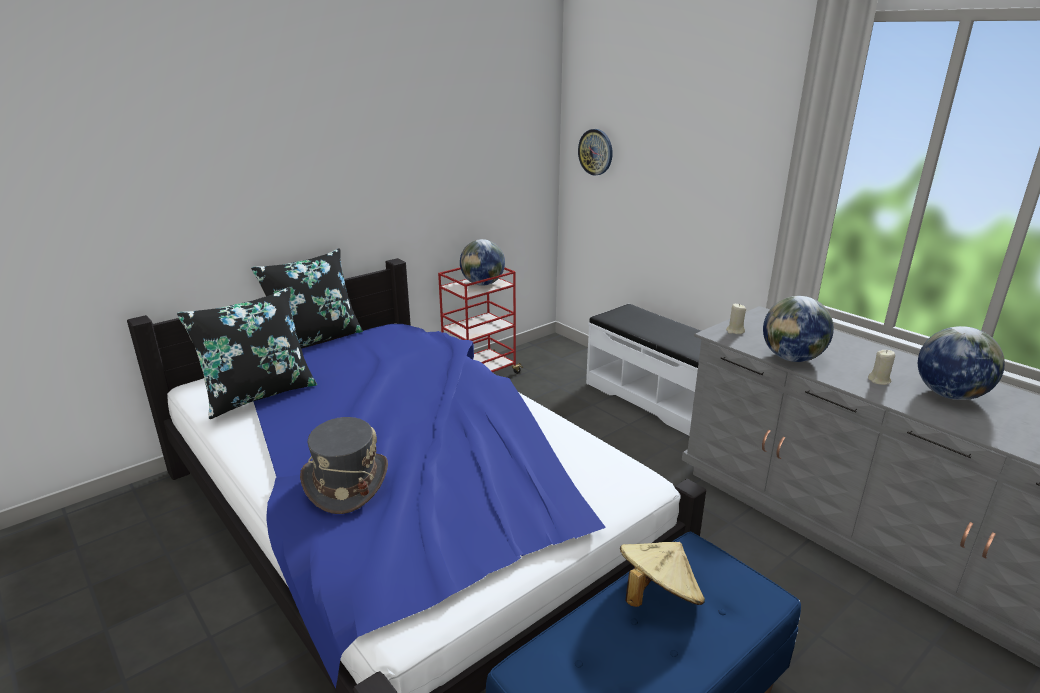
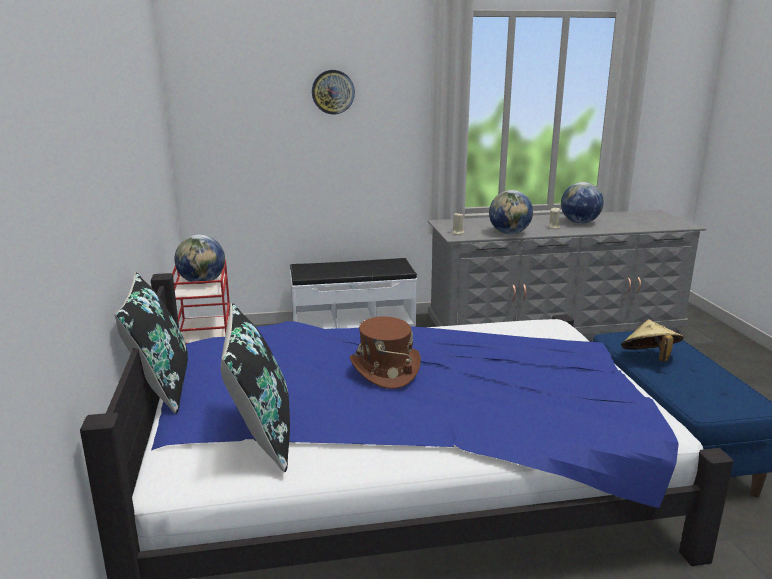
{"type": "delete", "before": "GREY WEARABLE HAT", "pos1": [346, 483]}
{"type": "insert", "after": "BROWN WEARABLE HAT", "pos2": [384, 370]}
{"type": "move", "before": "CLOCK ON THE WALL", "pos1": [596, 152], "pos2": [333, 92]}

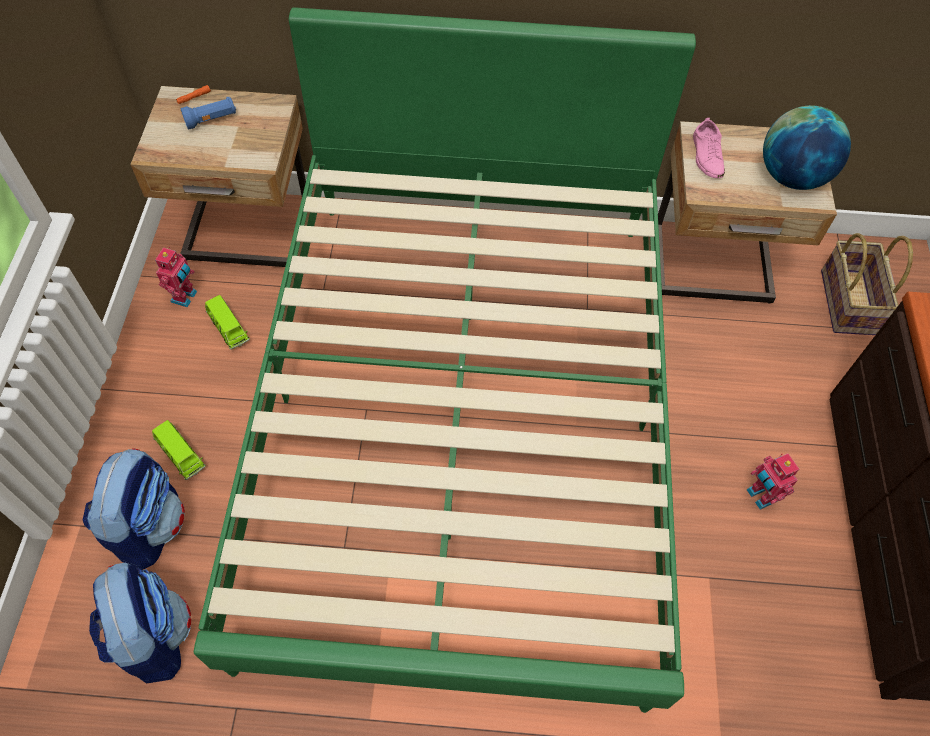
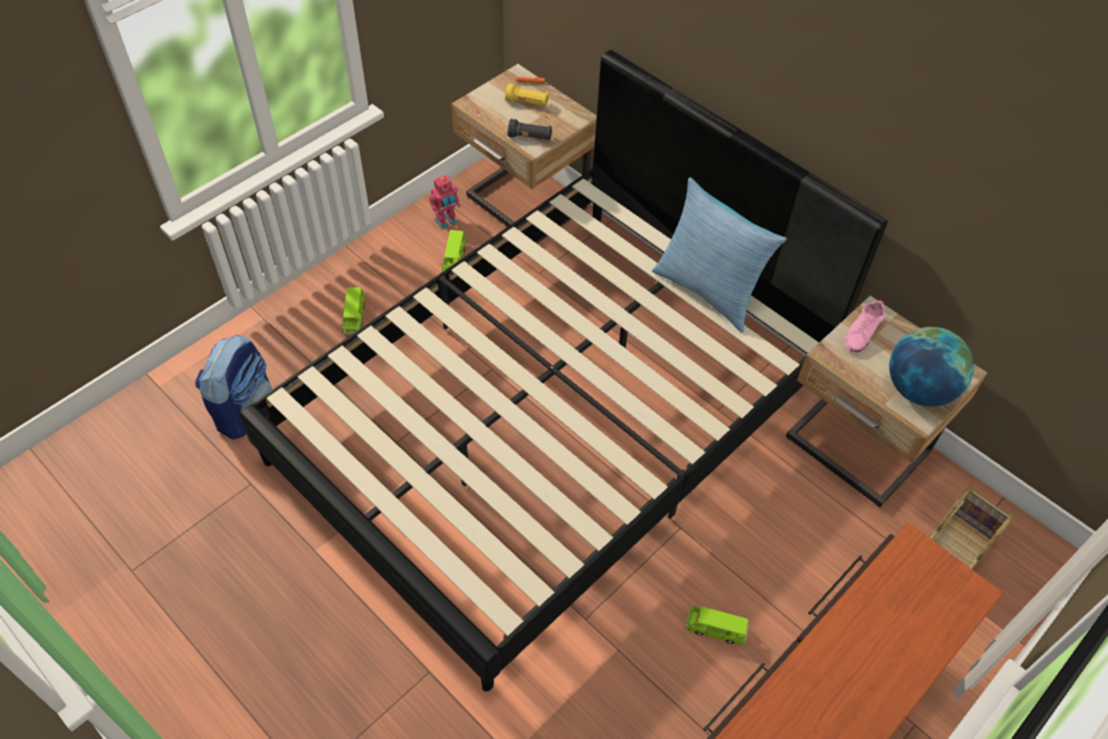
{"type": "delete", "before": "RUCKSACK", "pos1": [150, 526]}
{"type": "insert", "after": "BLACKISH FLASHLIGHT", "pos2": [530, 137]}
{"type": "insert", "after": "CUSHION", "pos2": [708, 290]}
{"type": "replace", "before": "TOY ROBOT", "after": "GREEN-COLOURED TOY CAR", "pos1": [760, 496], "pos2": [715, 629]}
{"type": "recolor", "before": "BLUISH FLASHLIGHT", "after": "YELLOWISH FLASHLIGHT", "pos1": [211, 120], "pos2": [527, 103]}
{"type": "recolor", "before": "GREEN-COLOURED SLEEPING BED", "after": "BLACKISH SLEEPING BED", "pos1": [464, 415], "pos2": [553, 419]}

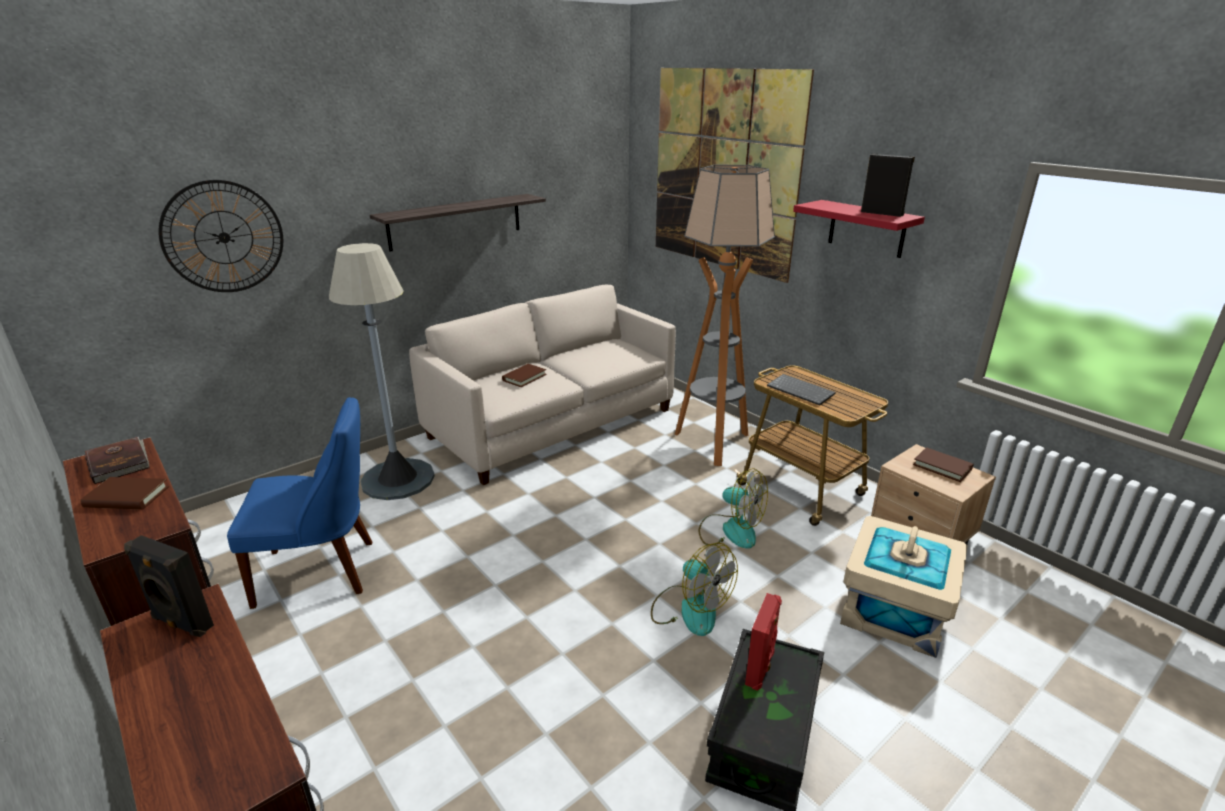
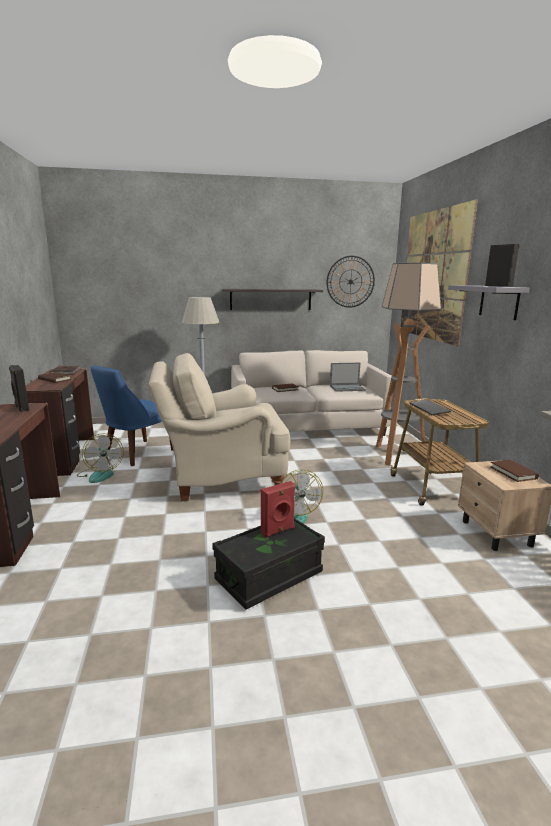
{"type": "delete", "before": "BEIGE STORAGE BIN", "pos1": [895, 612]}
{"type": "insert", "after": "BEIGE LOUNGE CHAIR", "pos2": [221, 479]}
{"type": "insert", "after": "PORTABLE COMPUTER", "pos2": [347, 388]}
{"type": "move", "before": "CLOCK ON THE WALL", "pos1": [224, 237], "pos2": [350, 281]}
{"type": "move", "before": "FAN", "pos1": [730, 530], "pos2": [100, 474]}
{"type": "recolor", "before": "REDDISH SHELF", "after": "GREY SHELF", "pos1": [866, 229], "pos2": [499, 302]}
{"type": "rotate", "before": "BLUISH UPRIGHT CHAIR", "pos1": [322, 572], "pos2": [136, 454], "turn": 105}

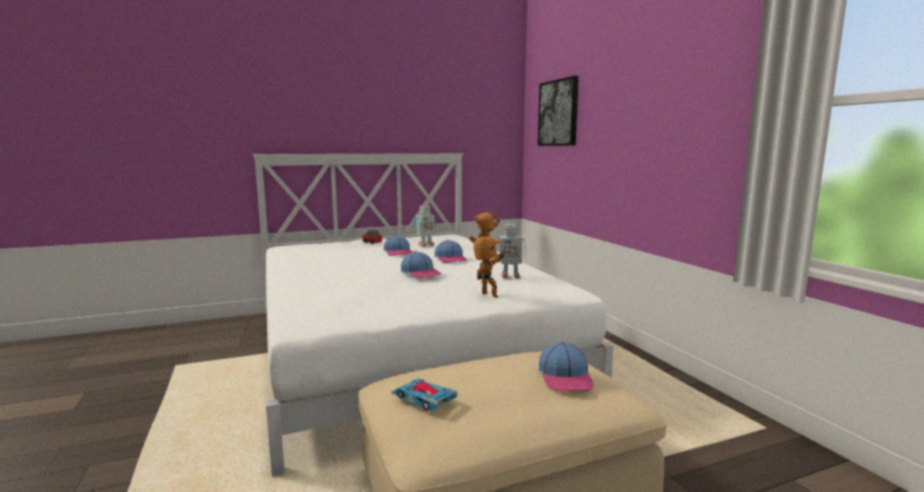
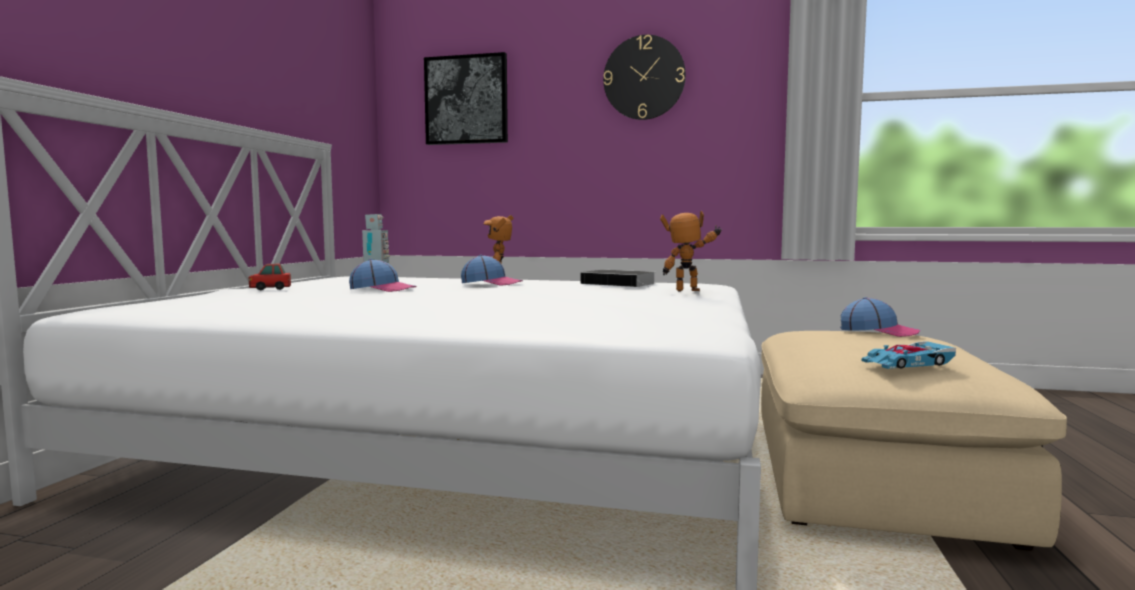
{"type": "delete", "before": "PEAKED CAP", "pos1": [421, 273]}
{"type": "insert", "after": "CLOCK ON THE WALL", "pos2": [644, 78]}
{"type": "replace", "before": "TOY ROBOT", "after": "BOOK", "pos1": [509, 276], "pos2": [620, 283]}

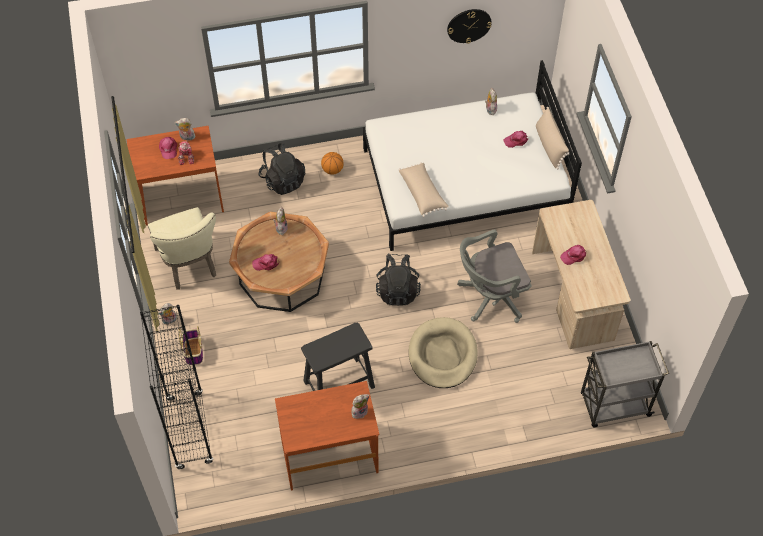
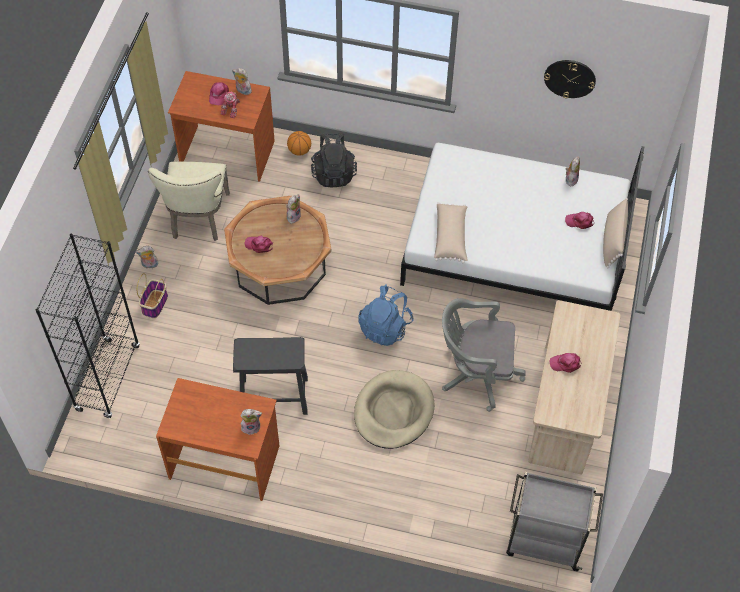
{"type": "move", "before": "BALL FOR BASKETBALL", "pos1": [332, 170], "pos2": [299, 151]}
{"type": "recolor", "before": "BLACKISH RUCKSACK", "after": "BLUISH RUCKSACK", "pos1": [398, 290], "pos2": [385, 327]}

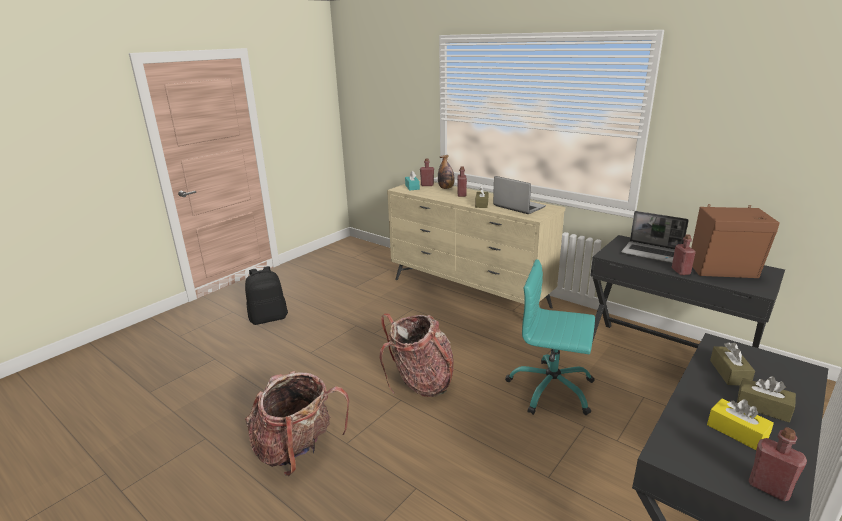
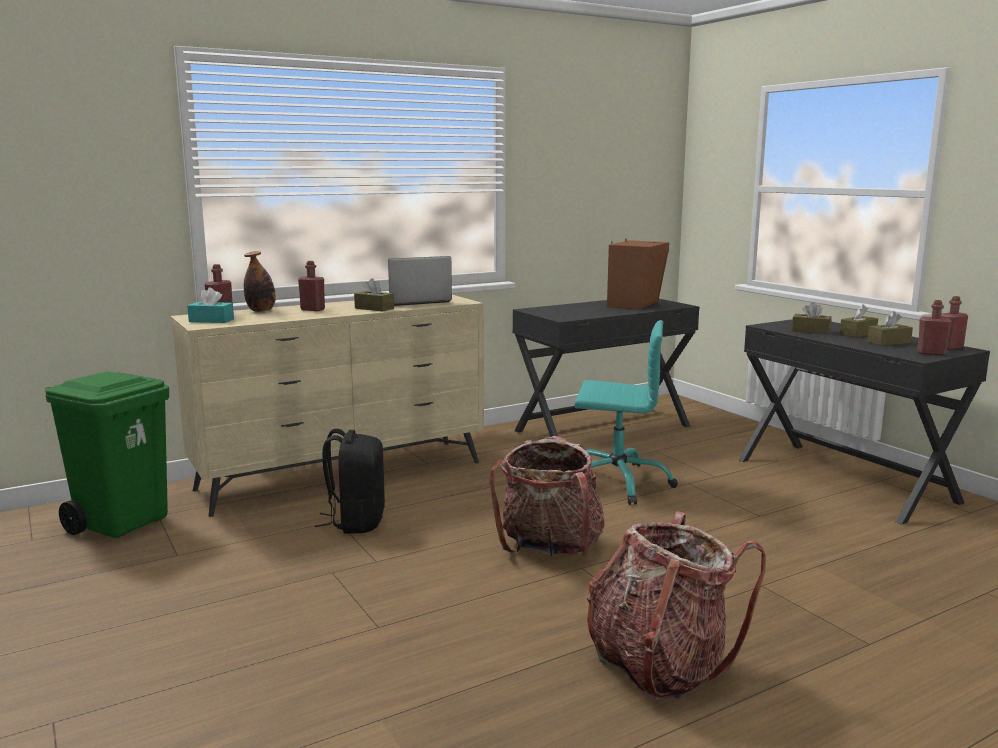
{"type": "delete", "before": "PORTABLE COMPUTER", "pos1": [652, 253]}
{"type": "insert", "after": "GREEN-COLOURED TRASH CAN", "pos2": [123, 522]}
{"type": "move", "before": "BLACKISH RUCKSACK", "pos1": [269, 318], "pos2": [356, 522]}
{"type": "move", "before": "REDDISH BEVERAGE BOTTLE", "pos1": [680, 271], "pos2": [931, 353]}
{"type": "recolor", "before": "YELLOWISH BOX OF TISSUES", "after": "BROWN BOX OF TISSUES", "pos1": [737, 432], "pos2": [889, 342]}
{"type": "rotate", "before": "BLUE-GREEN COMPUTER CHAIR", "pos1": [551, 389], "pos2": [617, 482], "turn": -120}

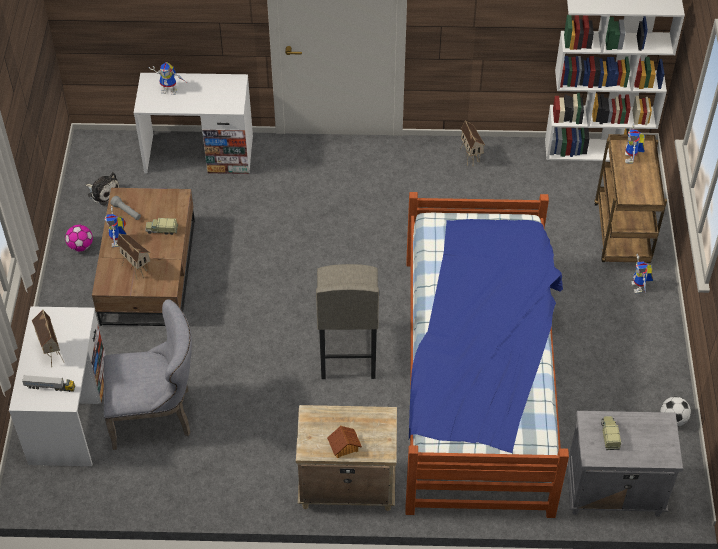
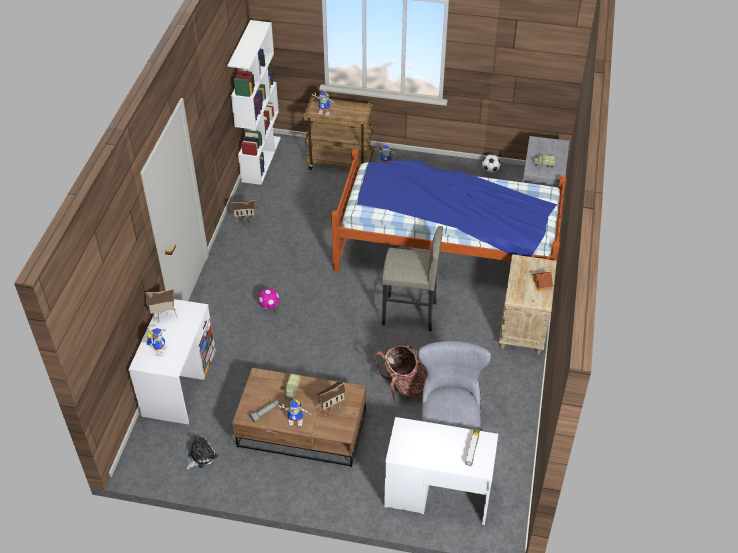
{"type": "insert", "after": "RUCKSACK", "pos2": [405, 387]}
{"type": "move", "before": "MODEL HOUSE", "pos1": [51, 353], "pos2": [164, 317]}
{"type": "move", "before": "FOOTBALL BALL", "pos1": [81, 246], "pos2": [269, 305]}

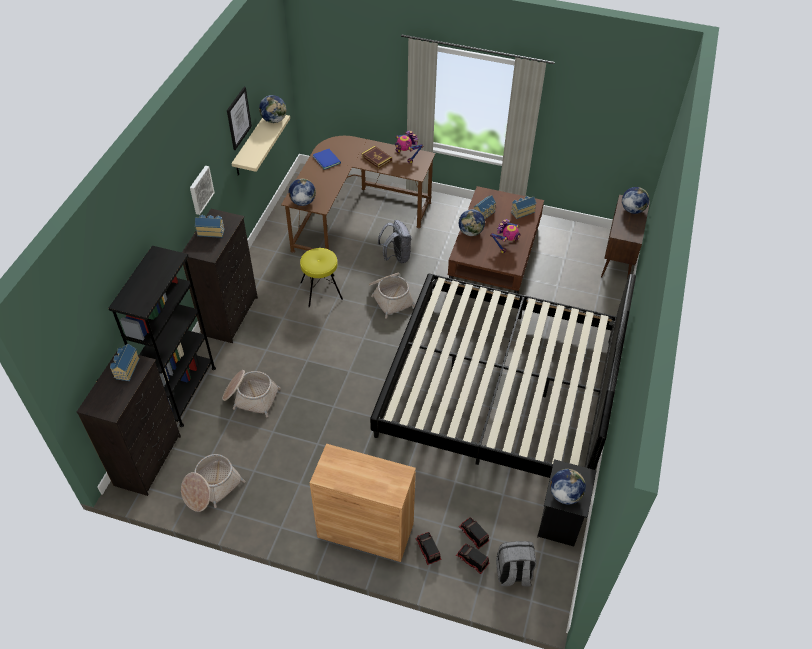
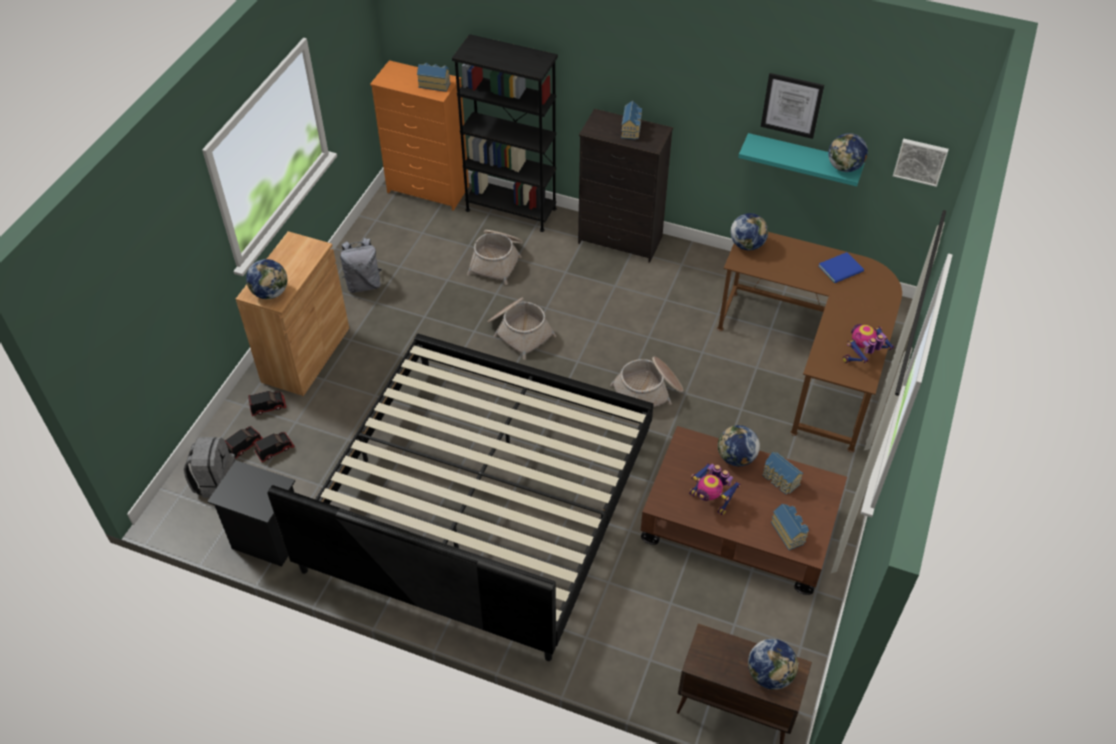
{"type": "delete", "before": "YELLOWISH STOOL SEAT", "pos1": [321, 291]}
{"type": "delete", "before": "BOOK", "pos1": [376, 158]}
{"type": "move", "before": "BASKET", "pos1": [211, 488], "pos2": [519, 332]}
{"type": "move", "before": "WALL ART", "pos1": [200, 189], "pos2": [920, 161]}
{"type": "move", "before": "GREY RUCKSACK", "pos1": [396, 256], "pos2": [363, 284]}
{"type": "move", "before": "GLOBE", "pos1": [565, 494], "pos2": [270, 293]}
{"type": "recolor", "before": "BLACKISH CHEST OF DRAWERS", "after": "ORANGE-COLOURED CHEST OF DRAWERS", "pos1": [149, 460], "pos2": [428, 190]}
{"type": "recolor", "before": "BEIGE SHELF", "after": "BLUE-GREEN SHELF", "pos1": [250, 145], "pos2": [803, 158]}

